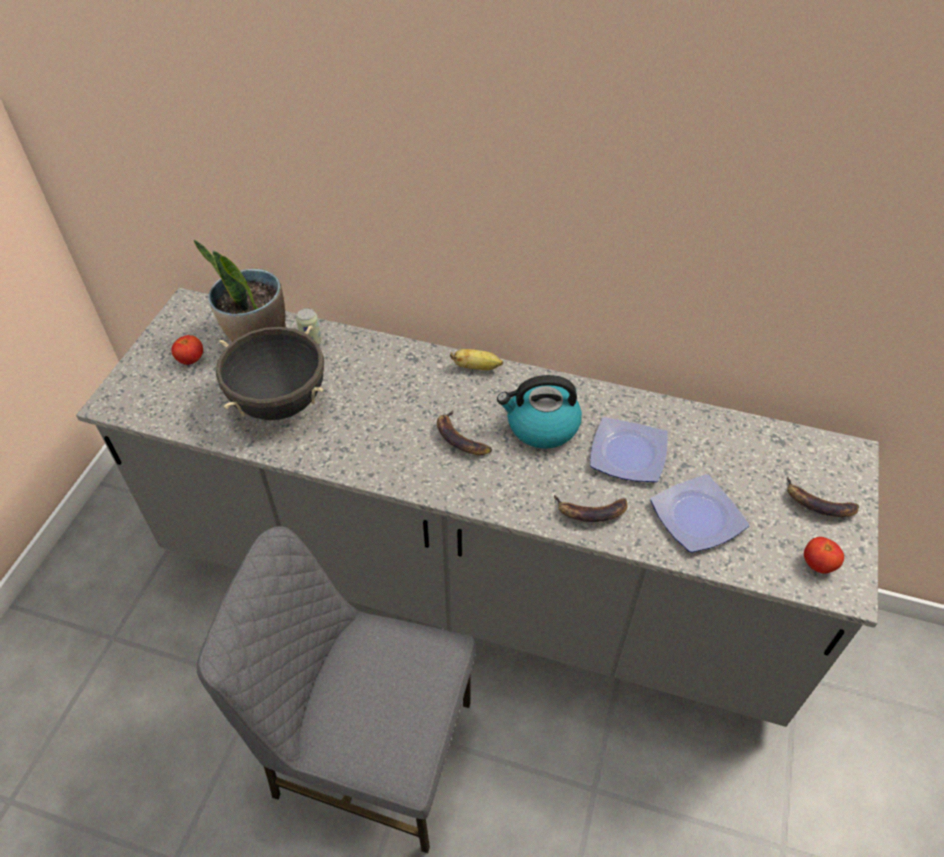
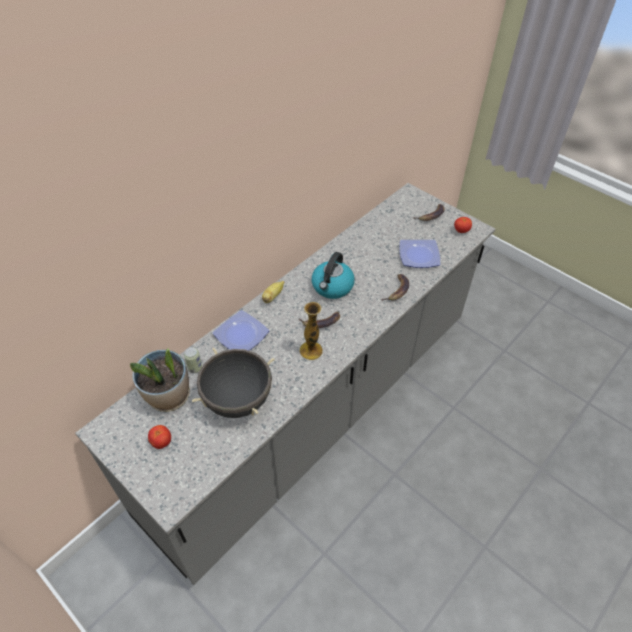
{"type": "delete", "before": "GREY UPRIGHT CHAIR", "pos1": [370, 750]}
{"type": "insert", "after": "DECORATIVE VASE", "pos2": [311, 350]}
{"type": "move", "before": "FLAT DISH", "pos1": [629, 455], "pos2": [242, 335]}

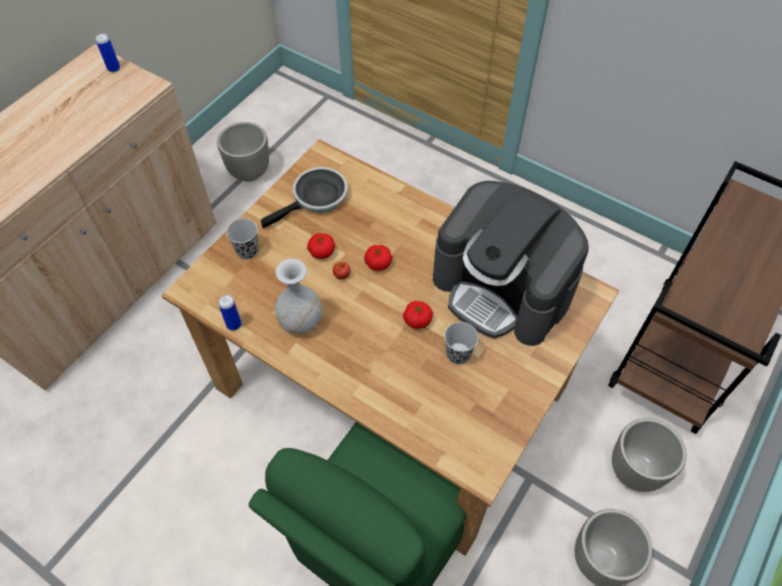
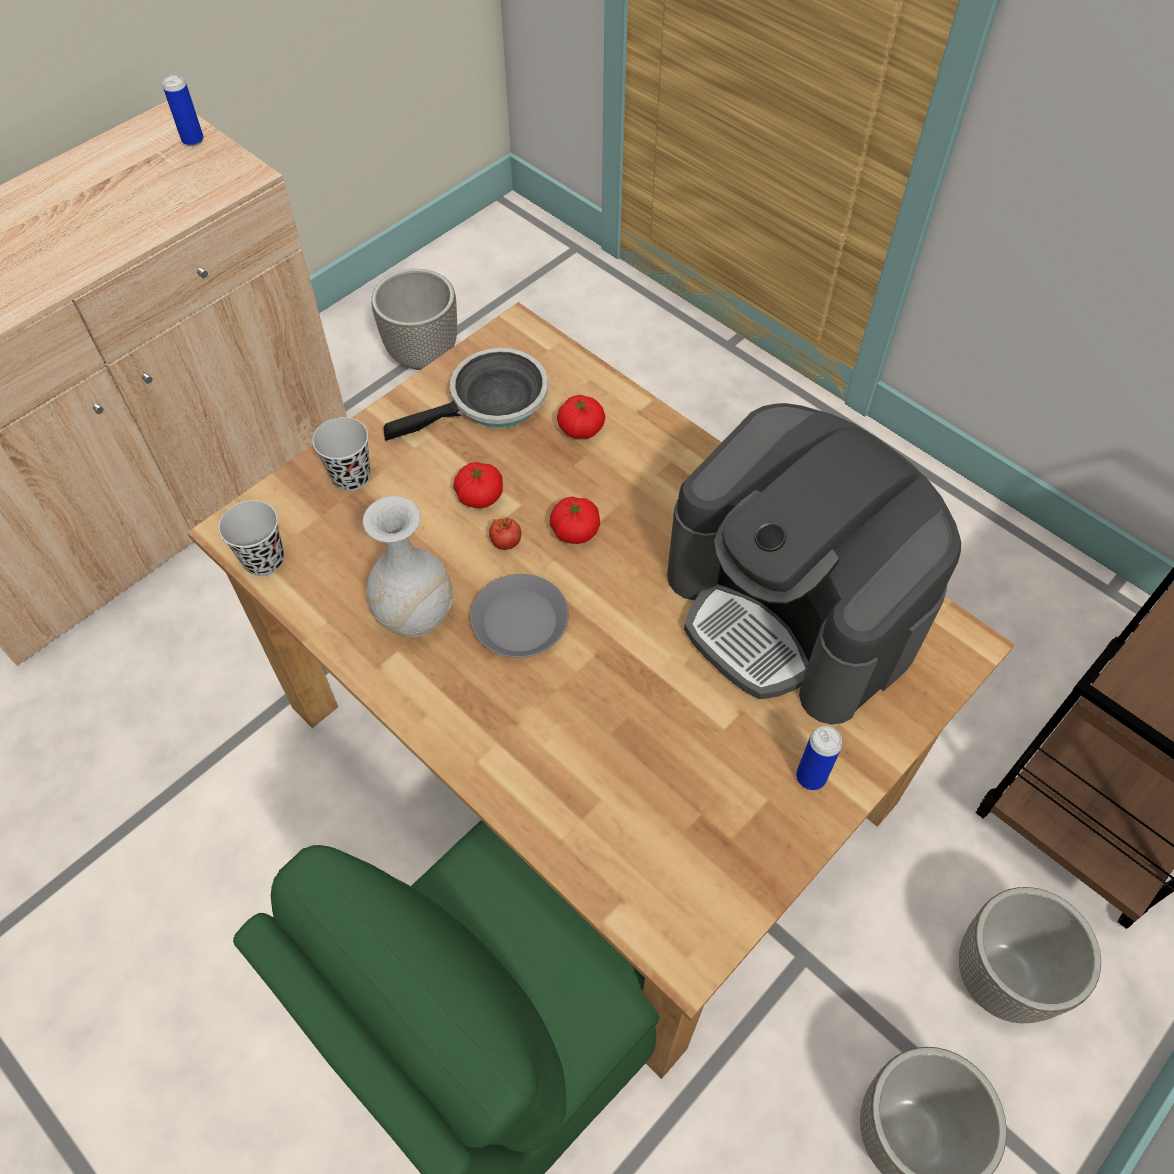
{"type": "insert", "after": "GREY FLAT DISH", "pos2": [519, 621]}
{"type": "move", "before": "CAN", "pos1": [234, 324], "pos2": [810, 777]}
{"type": "move", "before": "FRESH TOMATO", "pos1": [417, 320], "pos2": [581, 428]}
{"type": "move", "before": "BLACKISH SMALL CUP", "pos1": [458, 354], "pos2": [264, 560]}

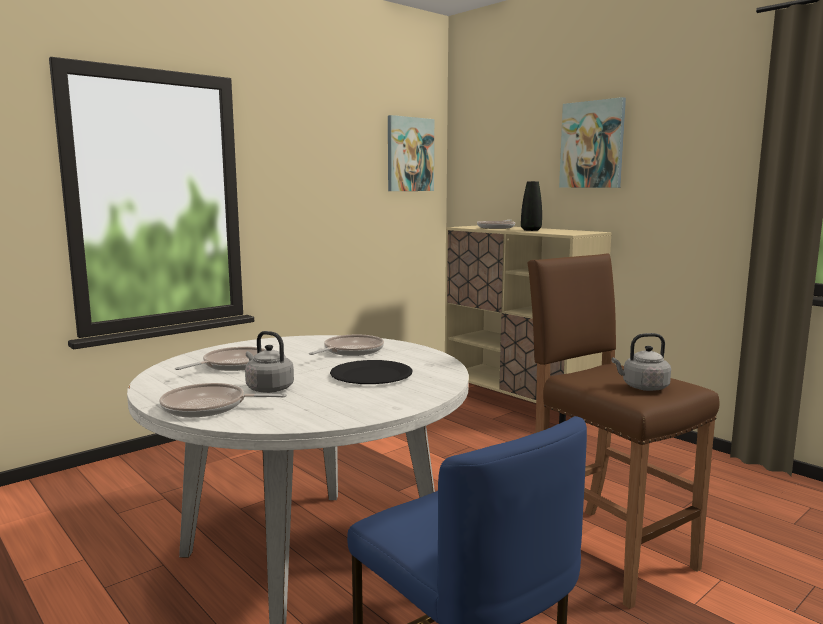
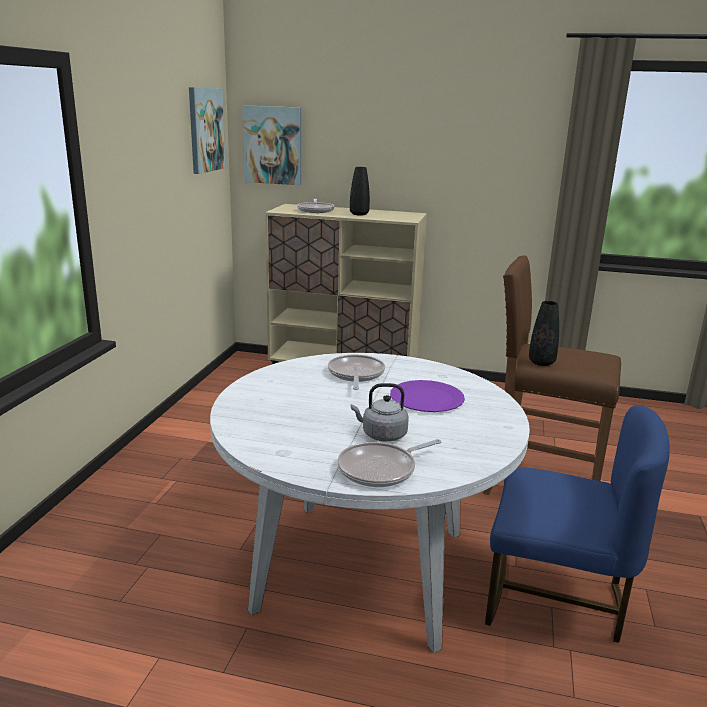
{"type": "delete", "before": "SKILLET", "pos1": [233, 365]}
{"type": "delete", "before": "GREY KETTLE", "pos1": [642, 387]}
{"type": "insert", "after": "BLACKISH DECORATIVE VASE", "pos2": [541, 362]}
{"type": "move", "before": "WALL ART", "pos1": [592, 144], "pos2": [273, 145]}
{"type": "recolor", "before": "BLACKISH FLAT DISH", "after": "PURPLISH FLAT DISH", "pos1": [371, 375], "pos2": [426, 398]}

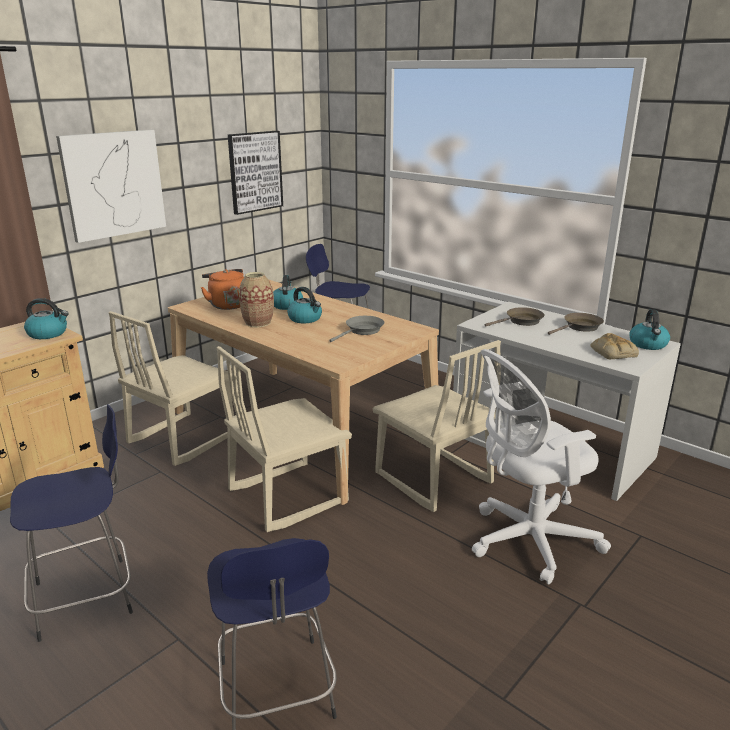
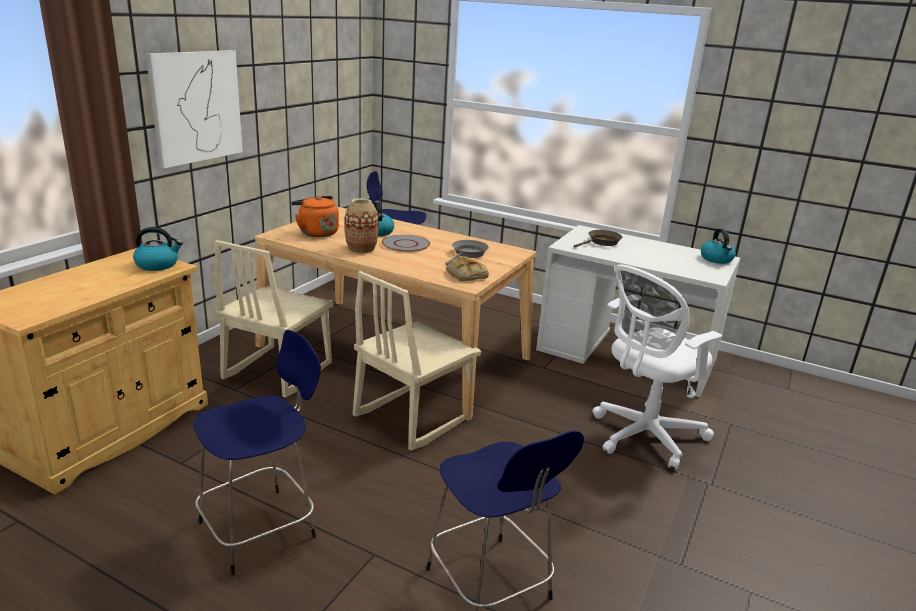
{"type": "delete", "before": "WALL ART", "pos1": [255, 171]}
{"type": "delete", "before": "BEIGE UPRIGHT CHAIR", "pos1": [432, 479]}
{"type": "delete", "before": "BROWN SKILLET", "pos1": [580, 327]}
{"type": "move", "before": "BREAD", "pos1": [612, 352], "pos2": [465, 274]}
{"type": "replace", "before": "KETTLE", "after": "GREY FLAT DISH", "pos1": [305, 319], "pos2": [405, 244]}

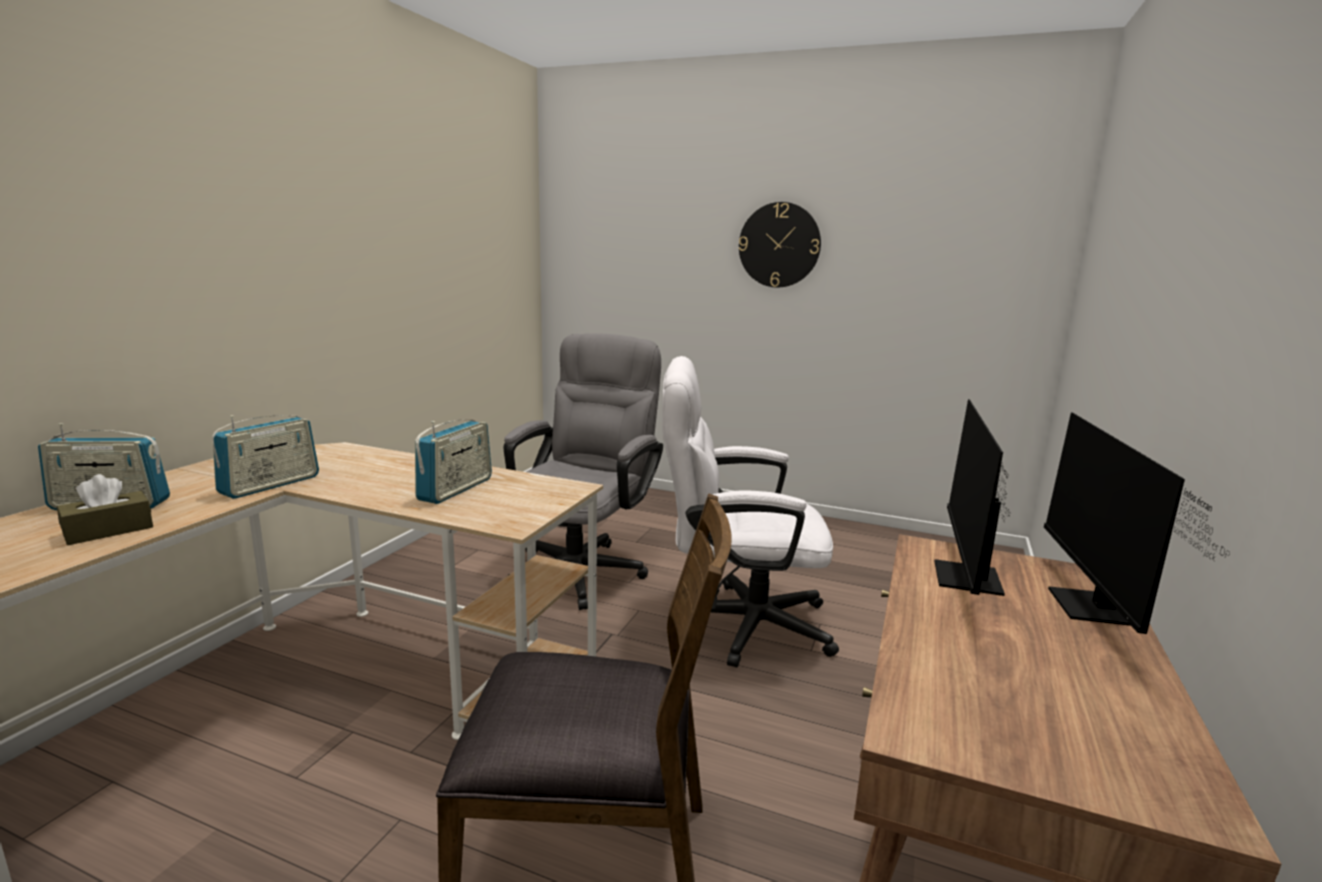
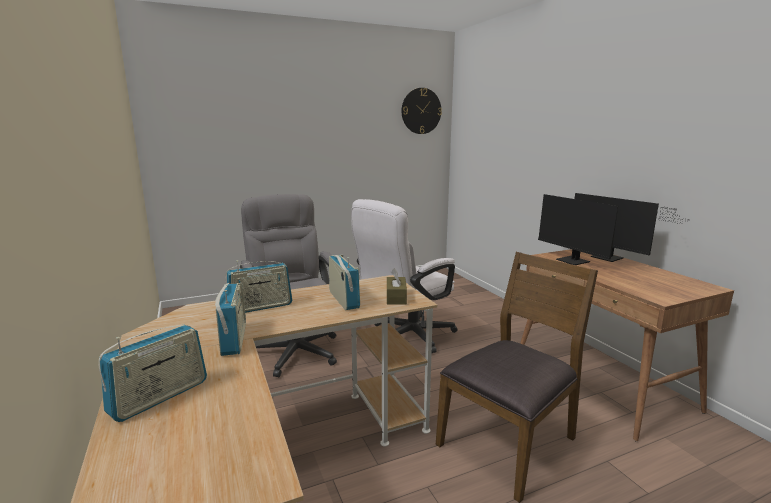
{"type": "insert", "after": "RADIO RECEIVER", "pos2": [260, 307]}
{"type": "move", "before": "BROWN BOX OF TISSUES", "pos1": [108, 530], "pos2": [396, 297]}
{"type": "move", "before": "CLOCK ON THE WALL", "pos1": [779, 245], "pos2": [421, 111]}

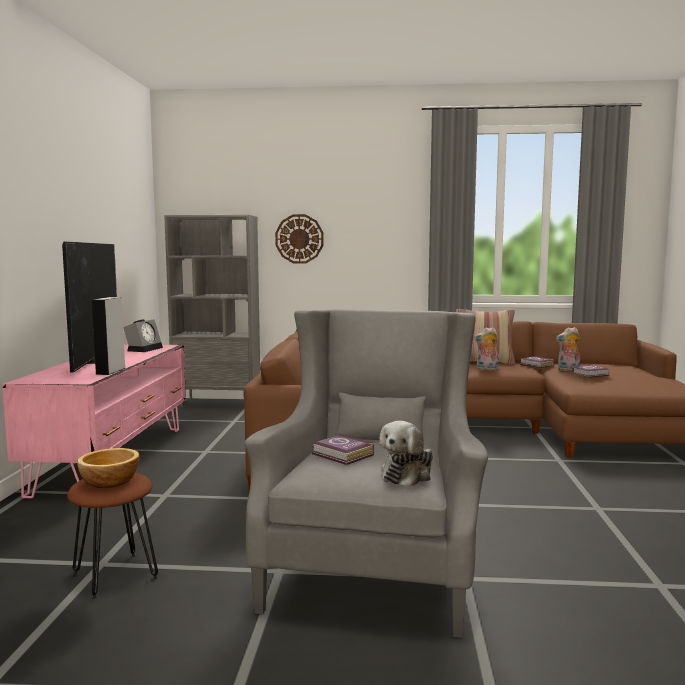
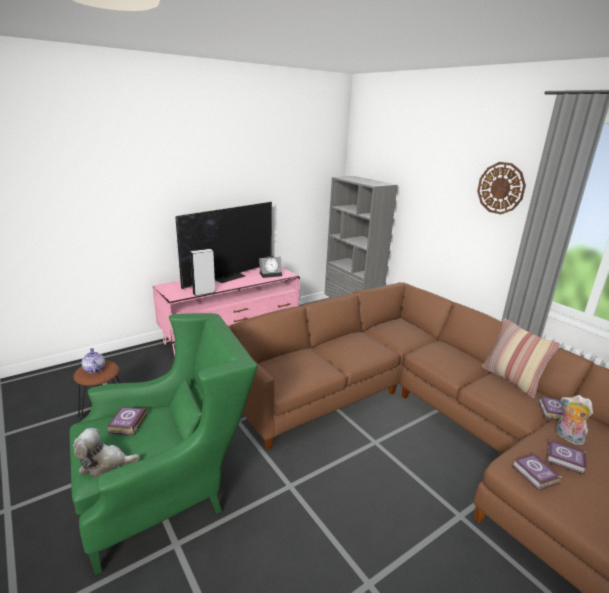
{"type": "delete", "before": "SOFT TOY", "pos1": [487, 369]}
{"type": "insert", "after": "BOOK", "pos2": [535, 475]}
{"type": "move", "before": "CLOCK ON THE WALL", "pos1": [299, 239], "pos2": [501, 188]}
{"type": "replace", "before": "BOWL", "after": "POT FOR TEA", "pos1": [110, 482], "pos2": [94, 369]}
{"type": "recolor", "before": "GREY LOUNGE CHAIR", "after": "GREEN-COLOURED LOUNGE CHAIR", "pos1": [373, 565], "pos2": [167, 493]}

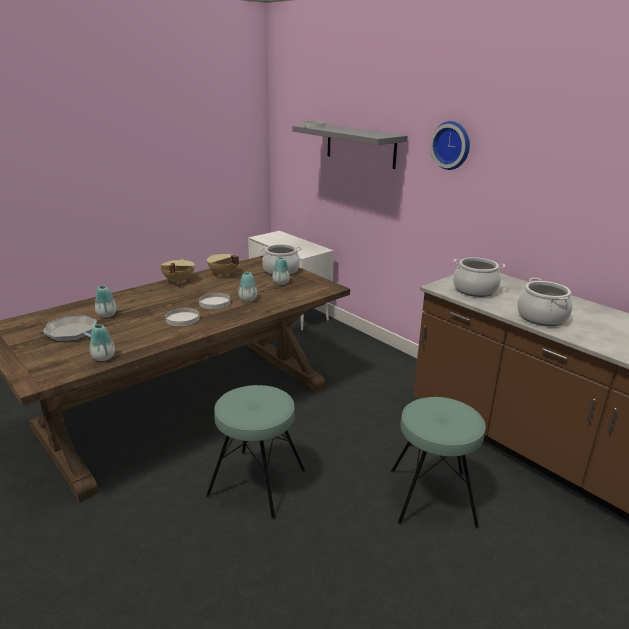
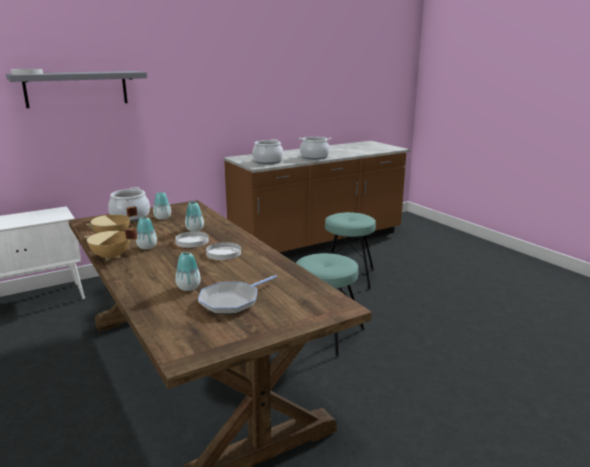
{"type": "delete", "before": "CLOCK ON THE WALL", "pos1": [452, 145]}
{"type": "move", "before": "DECORATIVE VASE", "pos1": [103, 357], "pos2": [147, 247]}

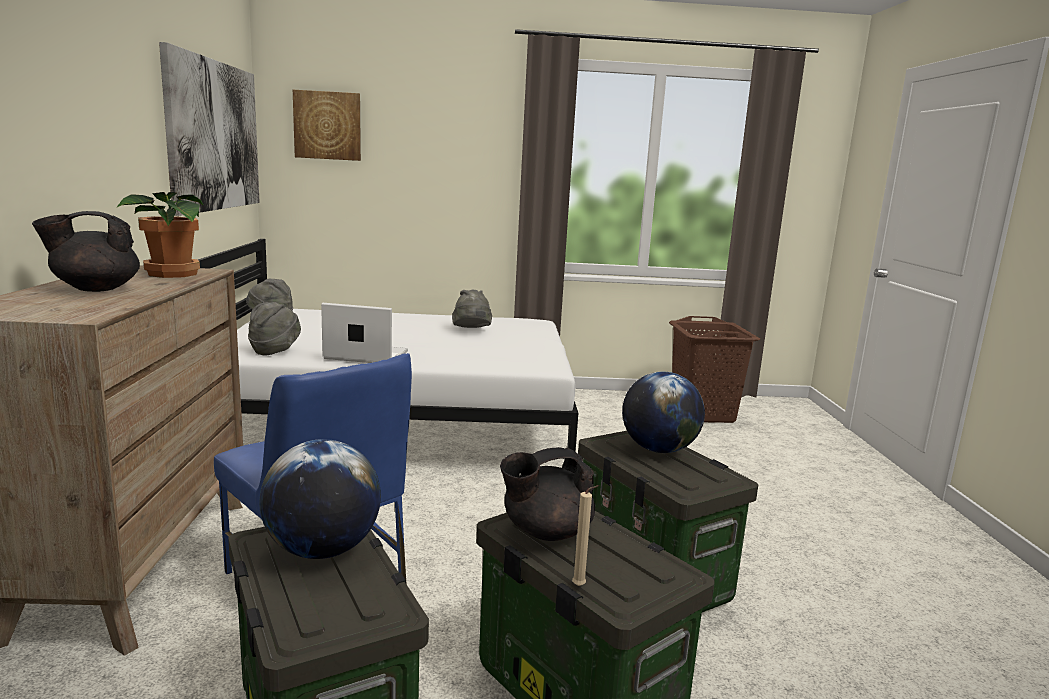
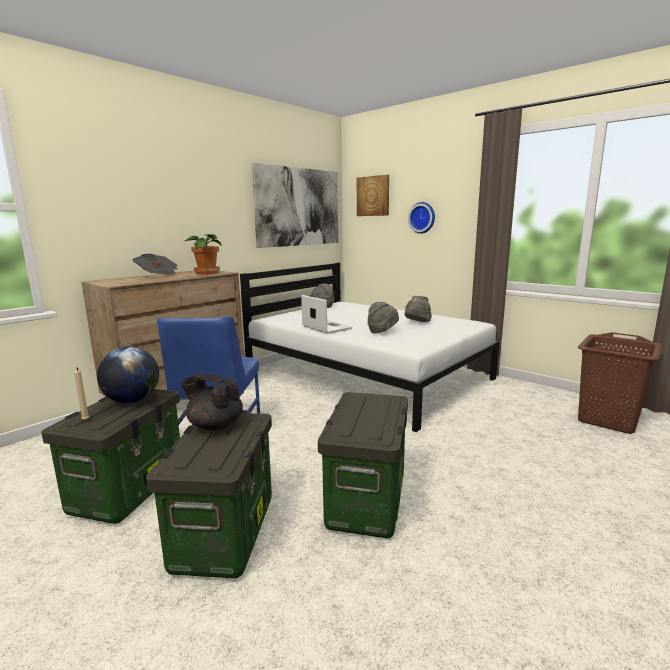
{"type": "delete", "before": "GLOBE", "pos1": [658, 450]}
{"type": "insert", "after": "CLOCK ON THE WALL", "pos2": [422, 217]}
{"type": "move", "before": "GREY WEARABLE HAT", "pos1": [275, 351], "pos2": [382, 331]}
{"type": "move", "before": "BEIGE CANDLE", "pos1": [581, 586], "pos2": [85, 420]}
{"type": "replace", "before": "BLACKISH POT FOR TEA", "after": "DAILY PAPER", "pos1": [95, 289], "pos2": [159, 276]}

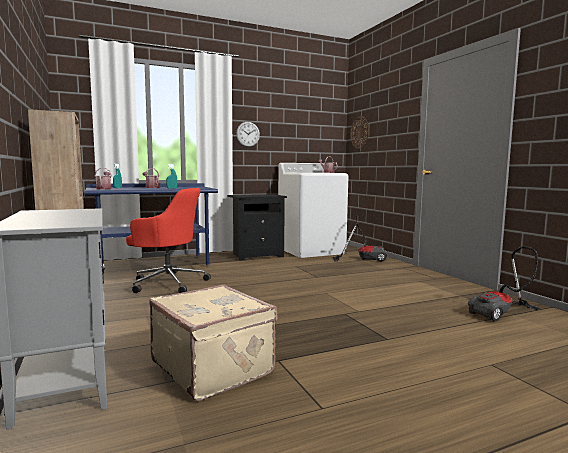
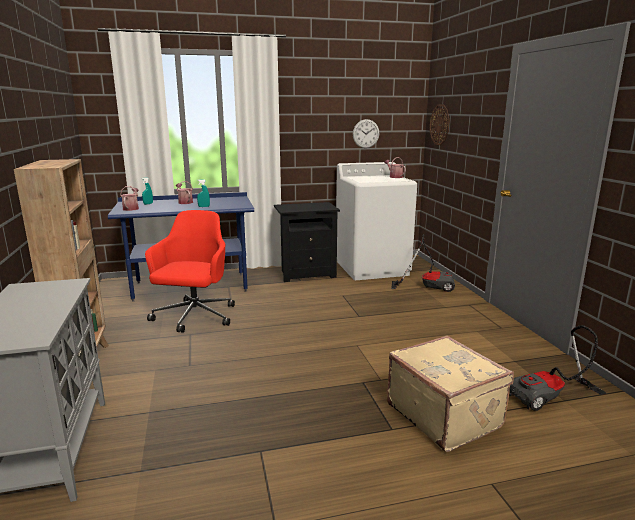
{"type": "move", "before": "BEIGE SUITCASE", "pos1": [214, 367], "pos2": [444, 415]}
{"type": "move", "before": "CLOCK ON THE WALL", "pos1": [248, 134], "pos2": [366, 133]}
{"type": "rotate", "before": "REDDISH COMPUTER CHAIR", "pos1": [167, 283], "pos2": [194, 317], "turn": -105}

